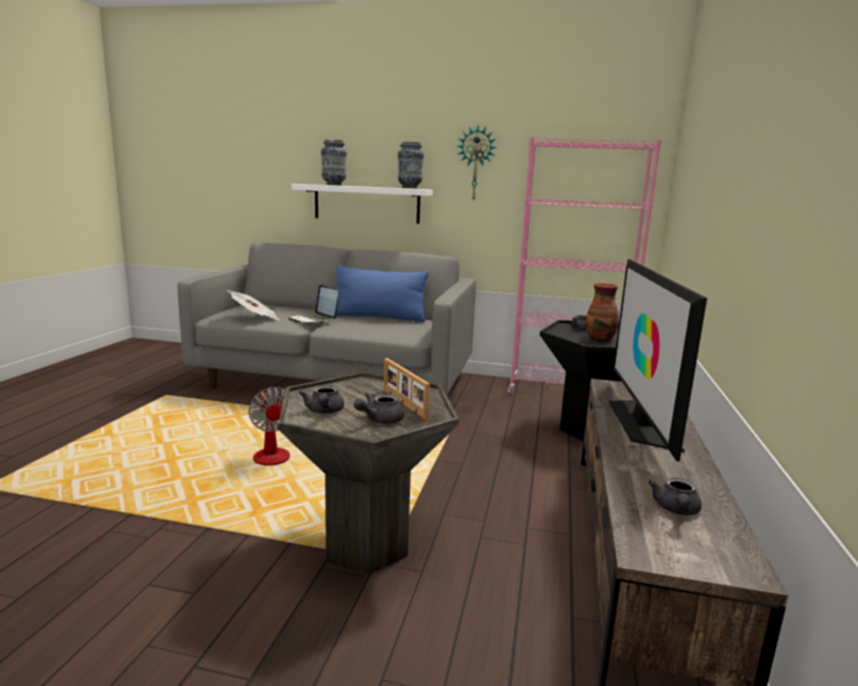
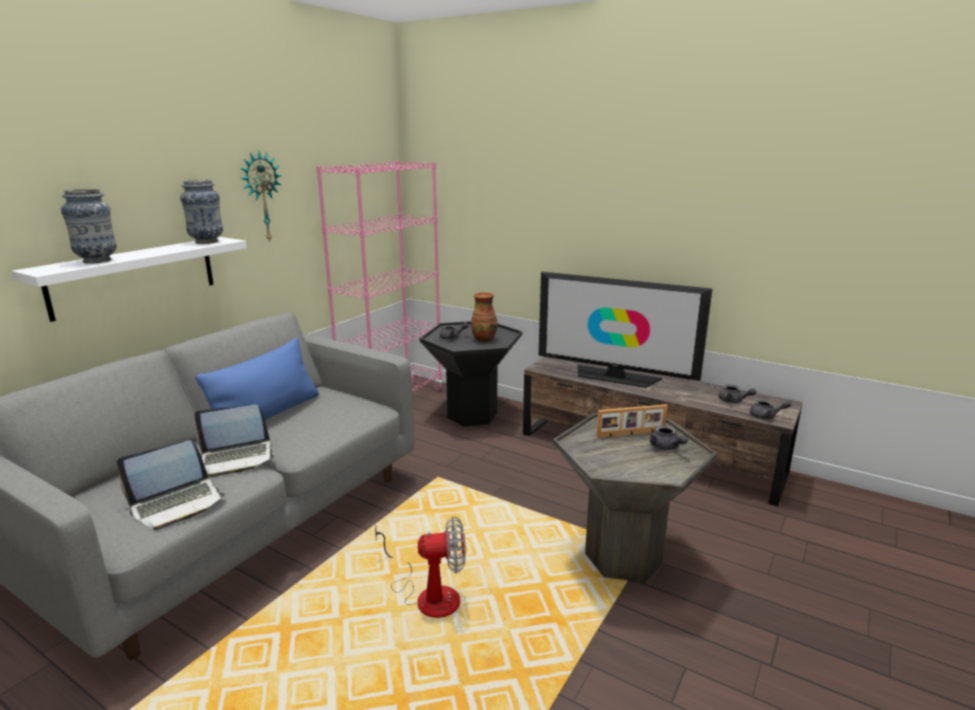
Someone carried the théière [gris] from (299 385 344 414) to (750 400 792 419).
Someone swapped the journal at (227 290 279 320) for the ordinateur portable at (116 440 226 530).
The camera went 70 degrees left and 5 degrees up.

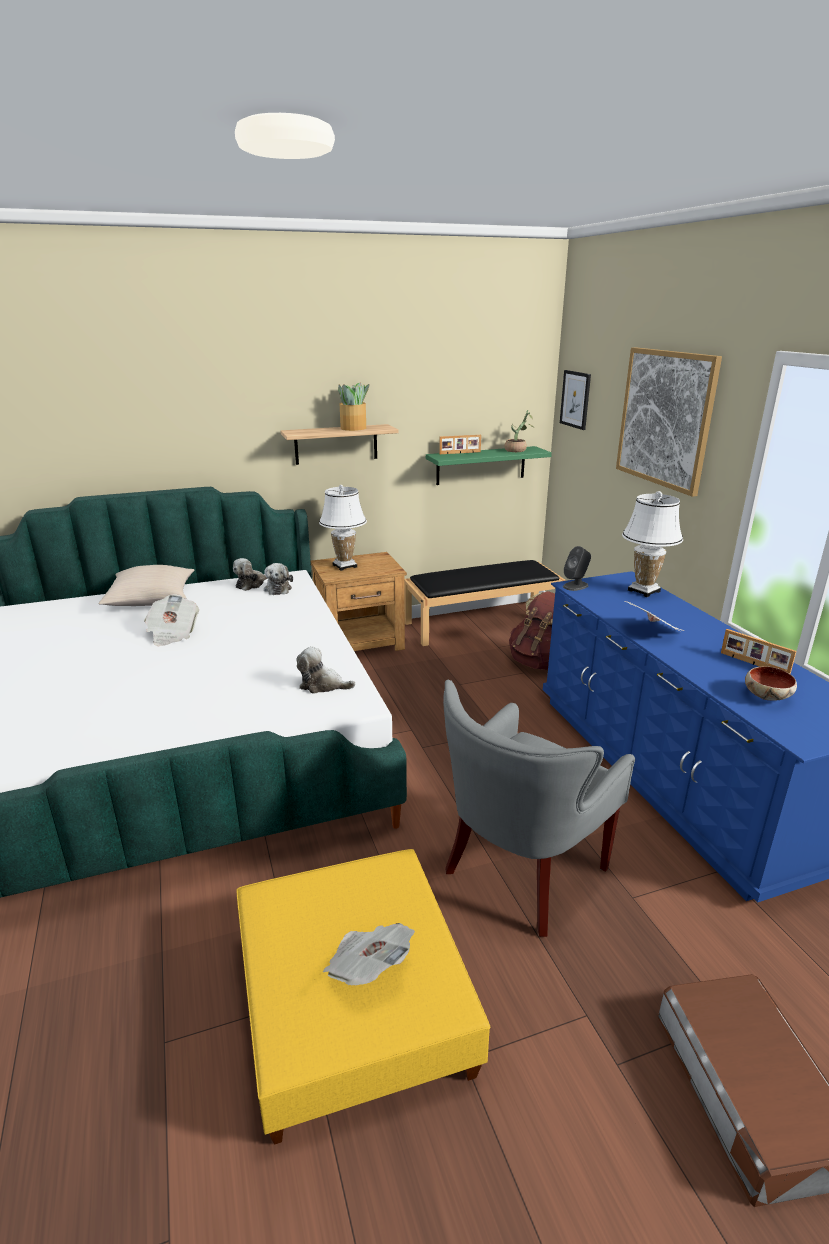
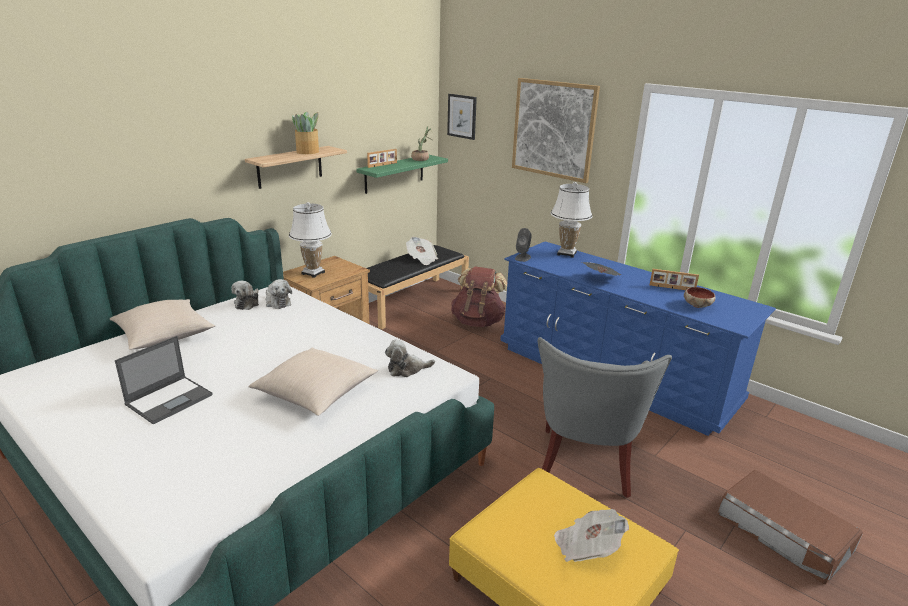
Someone put down the ordinateur portable at (115 336 213 425).
Someone put down the coussin [beige] at (248 347 378 416).
Someone carried the journal from (144 594 199 646) to (406 237 438 265).
The camera went 30 degrees left and 0 degrees up.

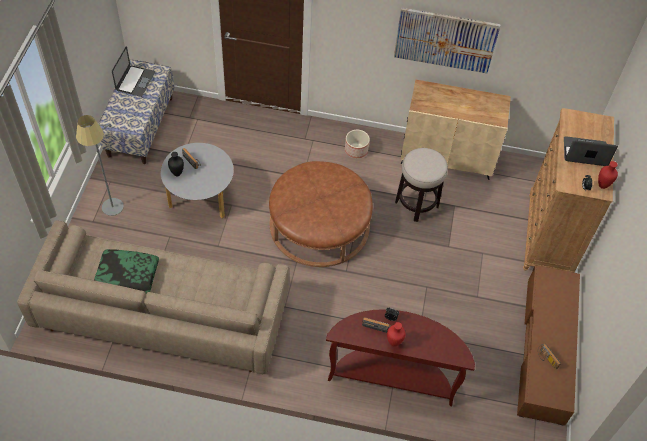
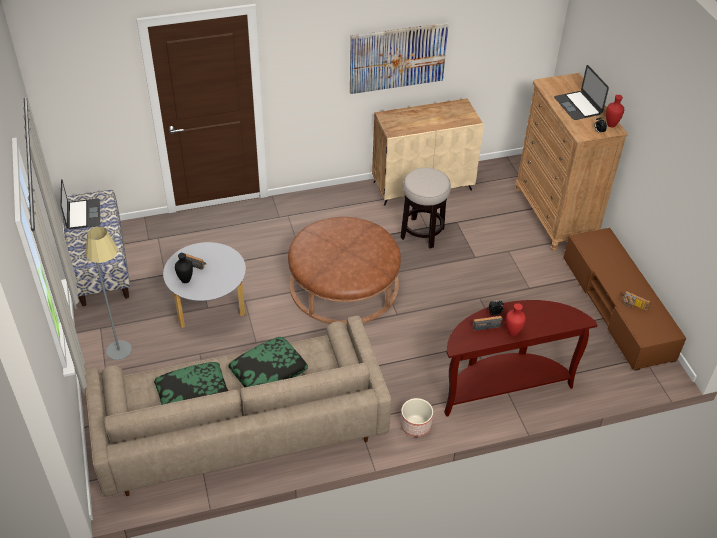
Someone put down the coussin at (228 337 308 387).
Someone carried the cache-pot from (345 130 370 158) to (400 398 433 437).
Someone rotated the ordinateur portable at (564 136 618 166) by 90 degrees counterclockwise.
The camera went 25 degrees left and 10 degrees down.

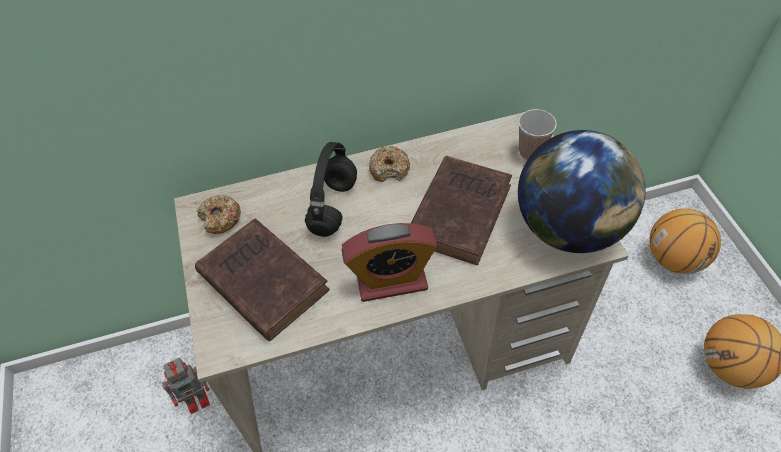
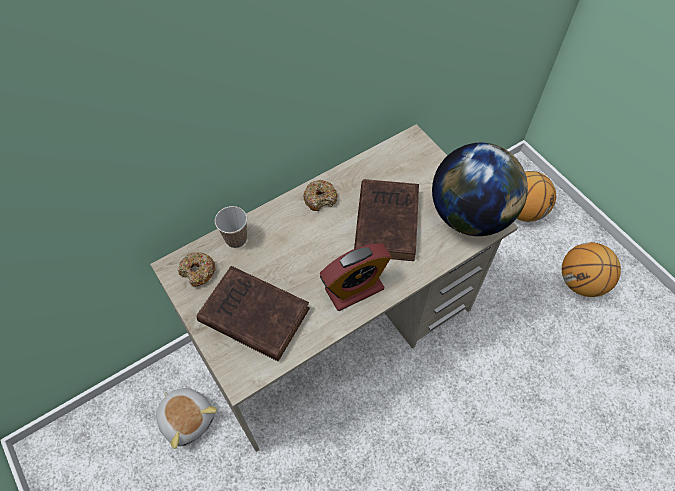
Someone took away the casque audio [noir] at (305 142 357 237).
Someone carried the tasse from (518 109 557 160) to (215 206 247 248).
Someone swapped the robot jouet at (162 358 210 414) for the peluche at (156 388 217 449).
The camera went 20 degrees left and 5 degrees up.

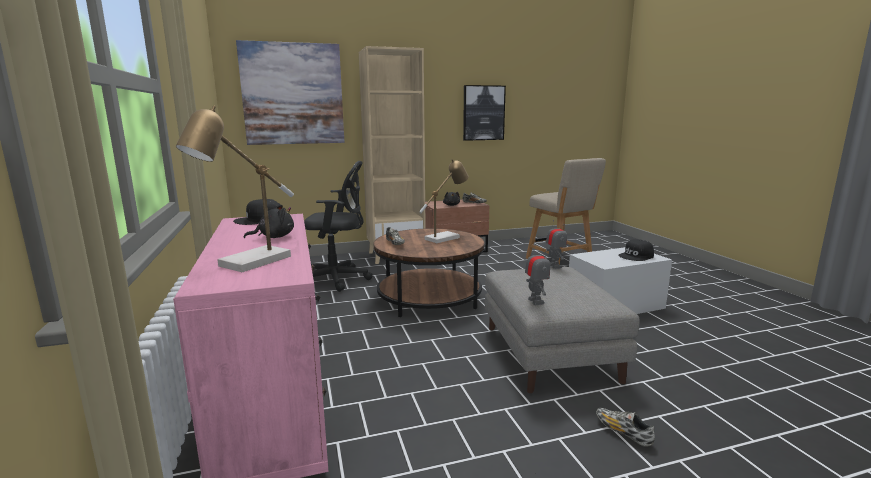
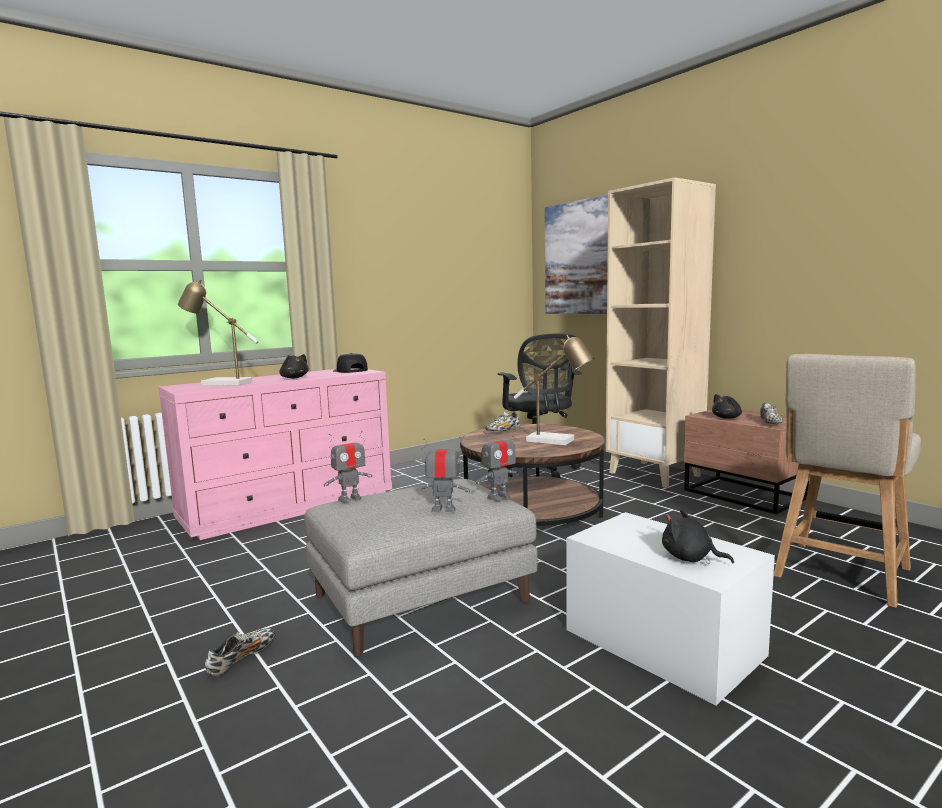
Someone took away the tableau at (463 85 506 141).
Someone put down the robot jouet at (416 437 470 512).
Someone swapped the casquette [noir] at (618 239 654 261) for the peluche [noir] at (662 509 734 564).
The camera went 70 degrees right and 5 degrees down.

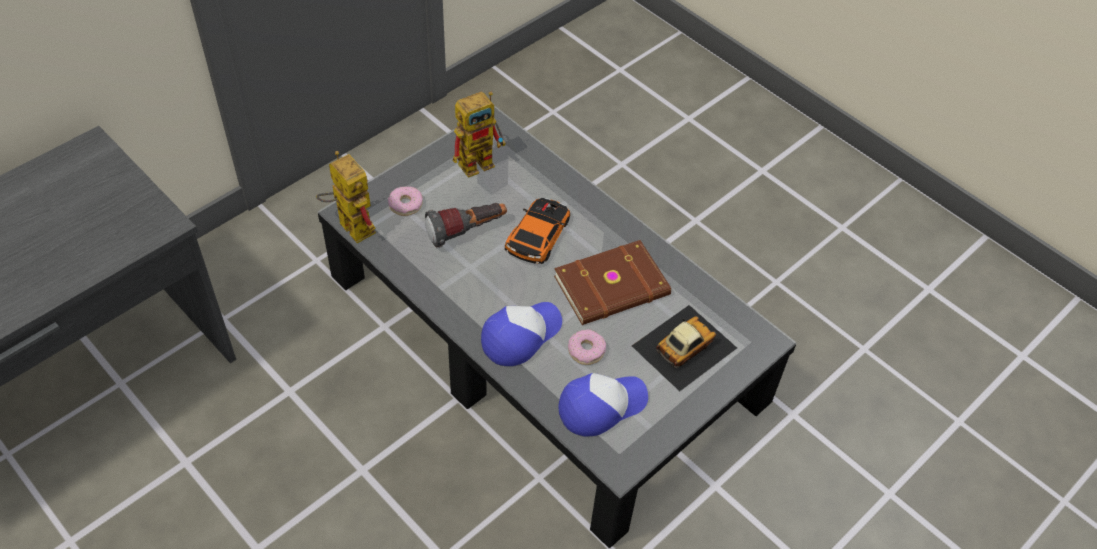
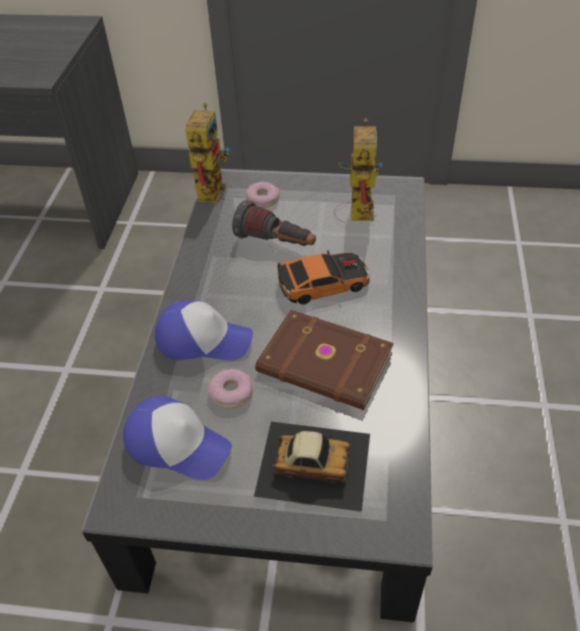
Someone rotated the robot jouet at (453 91 506 178) by 105 degrees counterclockwise.
The camera went 55 degrees right and 5 degrees down.

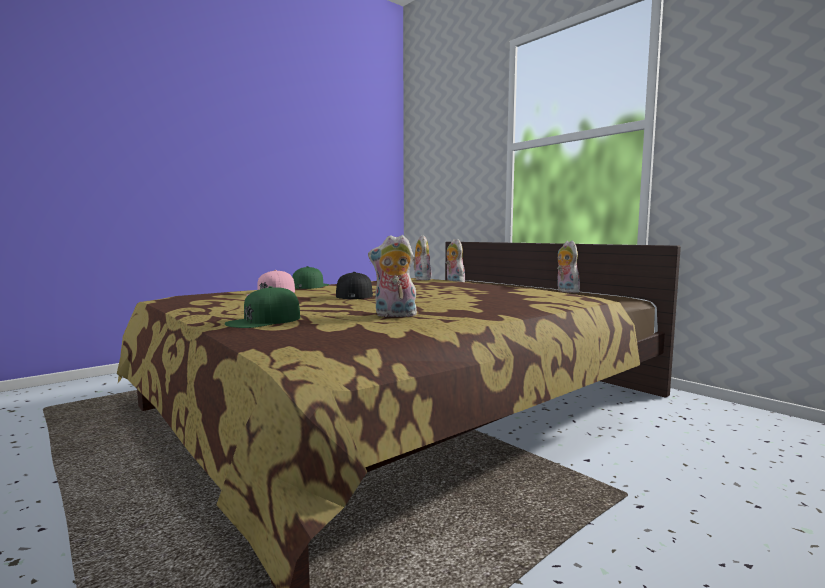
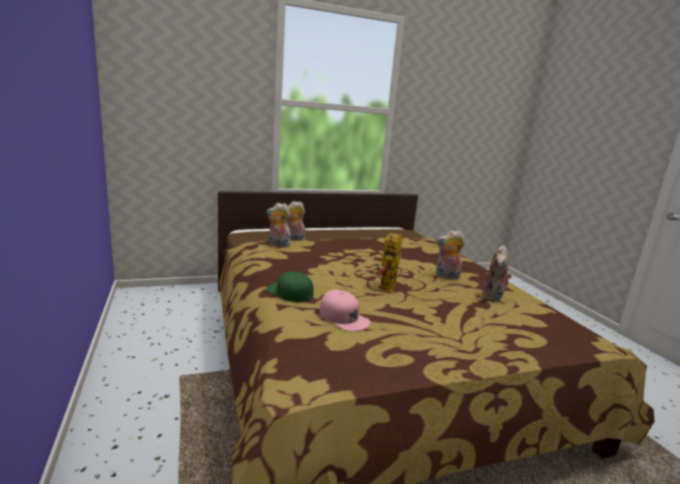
Someone took away the casquette [vert] at (225 286 300 328).
Someone carried the peluche from (557 241 580 293) to (436 230 465 280).
Someone swapped the casquette [noir] at (336 272 373 299) for the robot jouet at (376 233 403 291).
The camera went 70 degrees left and 10 degrees up.

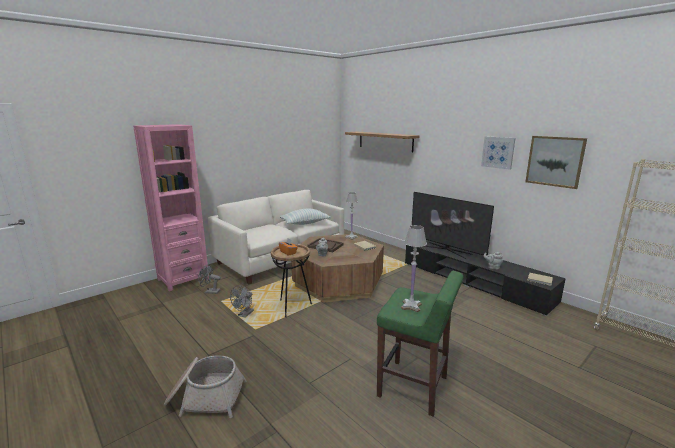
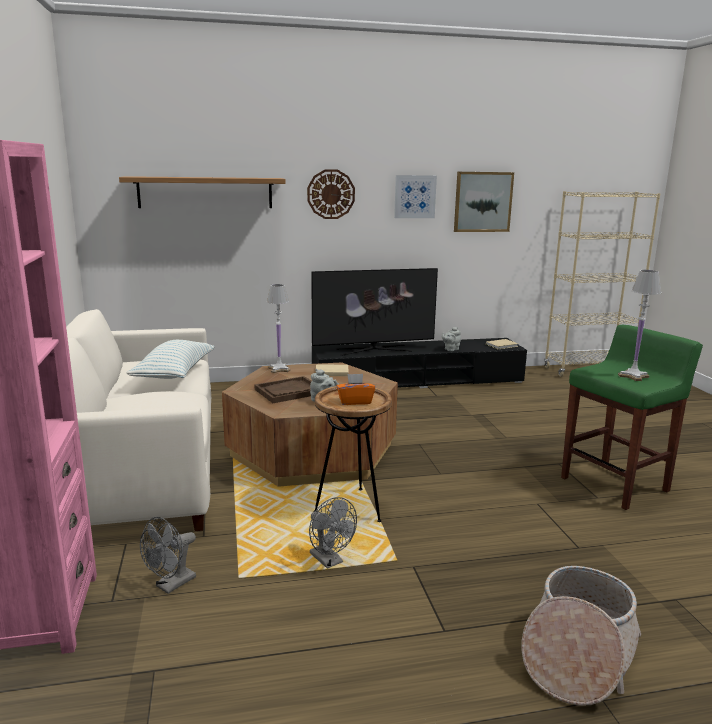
Someone put up the horloge murale at (307 169 355 219).
The camera went 60 degrees left and 0 degrees up.

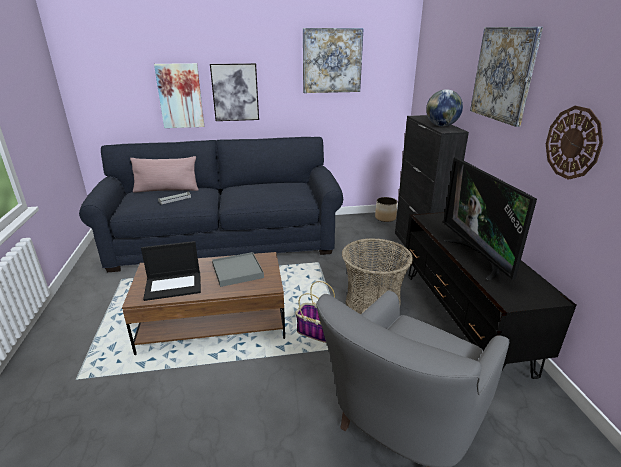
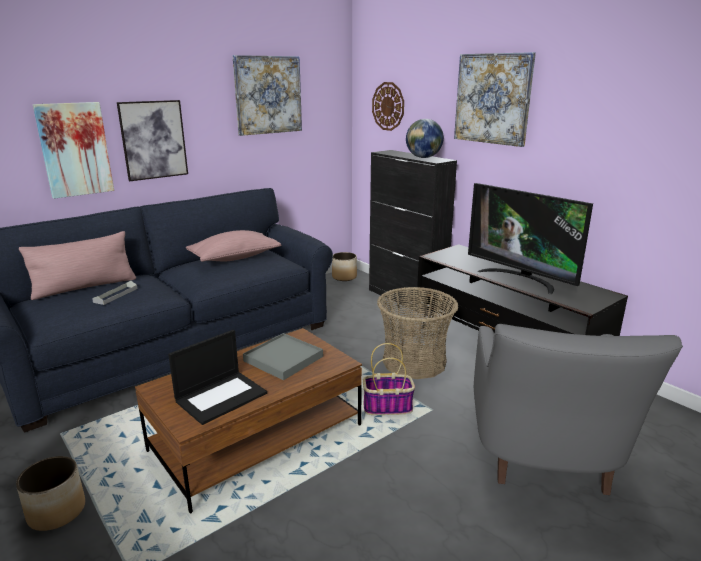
Someone put down the cache-pot at (16 456 85 531).
Someone put down the coussin [rose] at (186 230 281 262).
Someone carried the horloge murale from (546 106 603 180) to (372 82 404 131).
The camera went 30 degrees left and 5 degrees down.

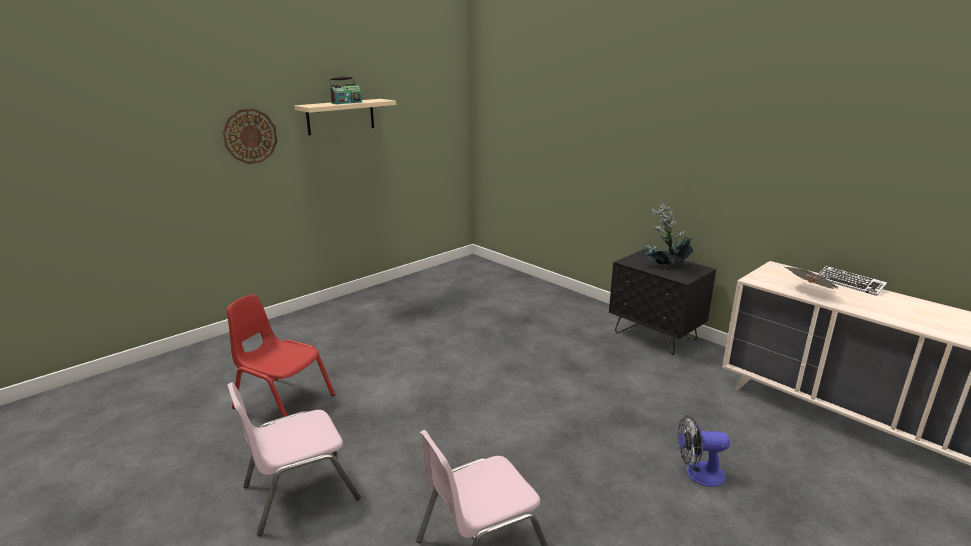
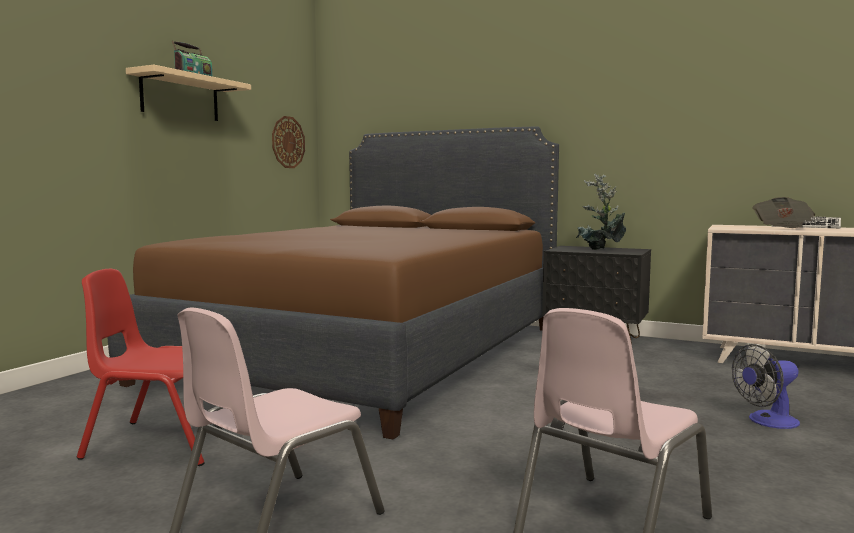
Someone put down the lit [marron] at (107 126 559 440).
Someone carried the horloge murale from (223 109 277 164) to (272 116 305 168).
The camera went 20 degrees left and 15 degrees down.

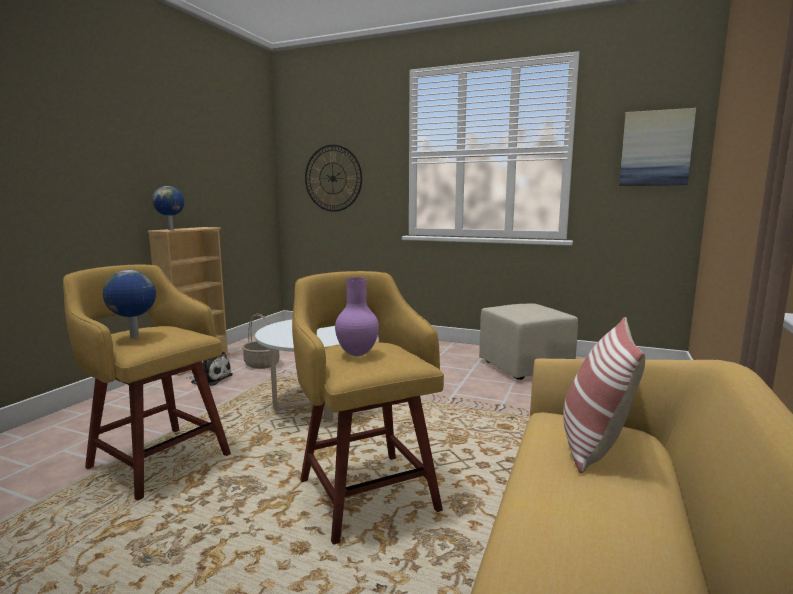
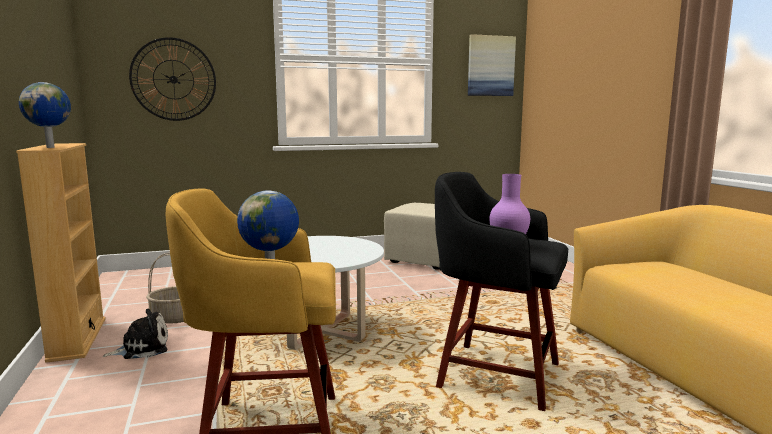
Someone took away the coussin at (563 317 645 473).
Someone repainted the tabouret [jaune] at (292 271 444 545), which became the tabouret [noir] at (435 172 568 411).
The camera went 40 degrees left and 0 degrees up.

